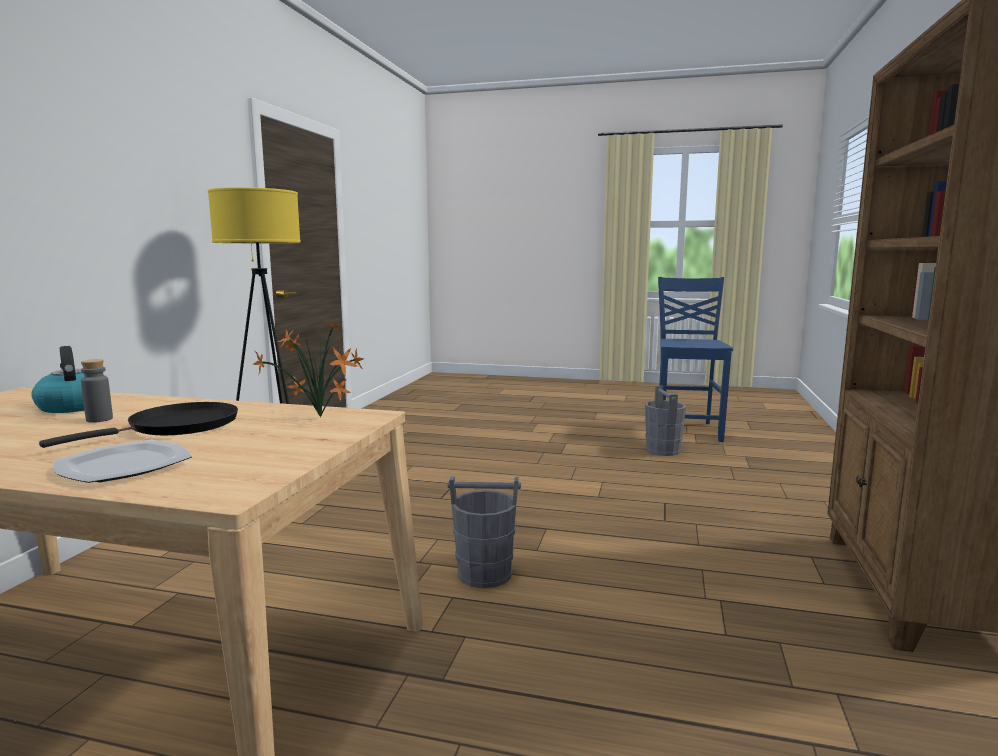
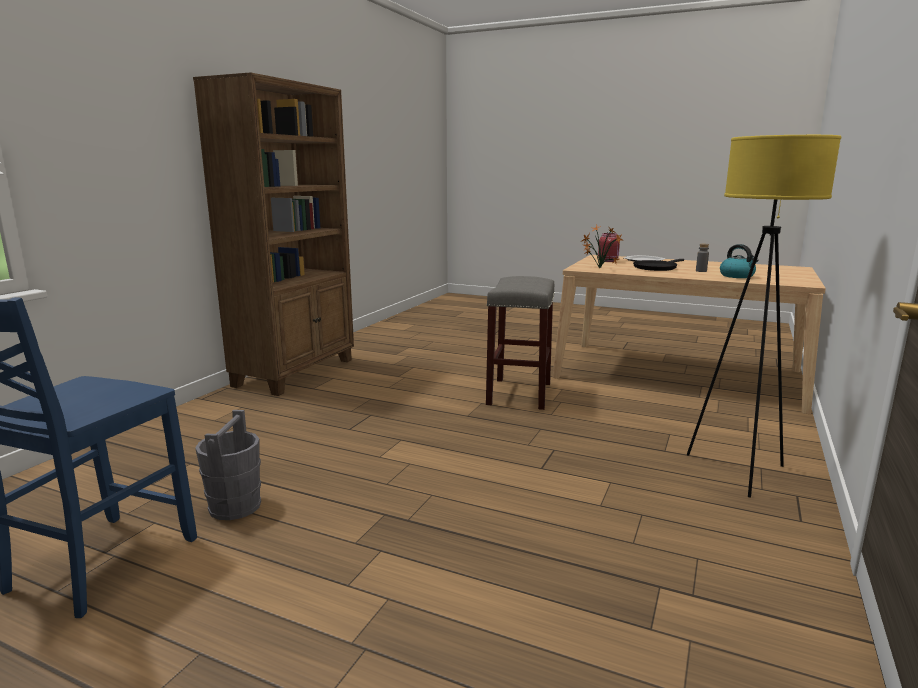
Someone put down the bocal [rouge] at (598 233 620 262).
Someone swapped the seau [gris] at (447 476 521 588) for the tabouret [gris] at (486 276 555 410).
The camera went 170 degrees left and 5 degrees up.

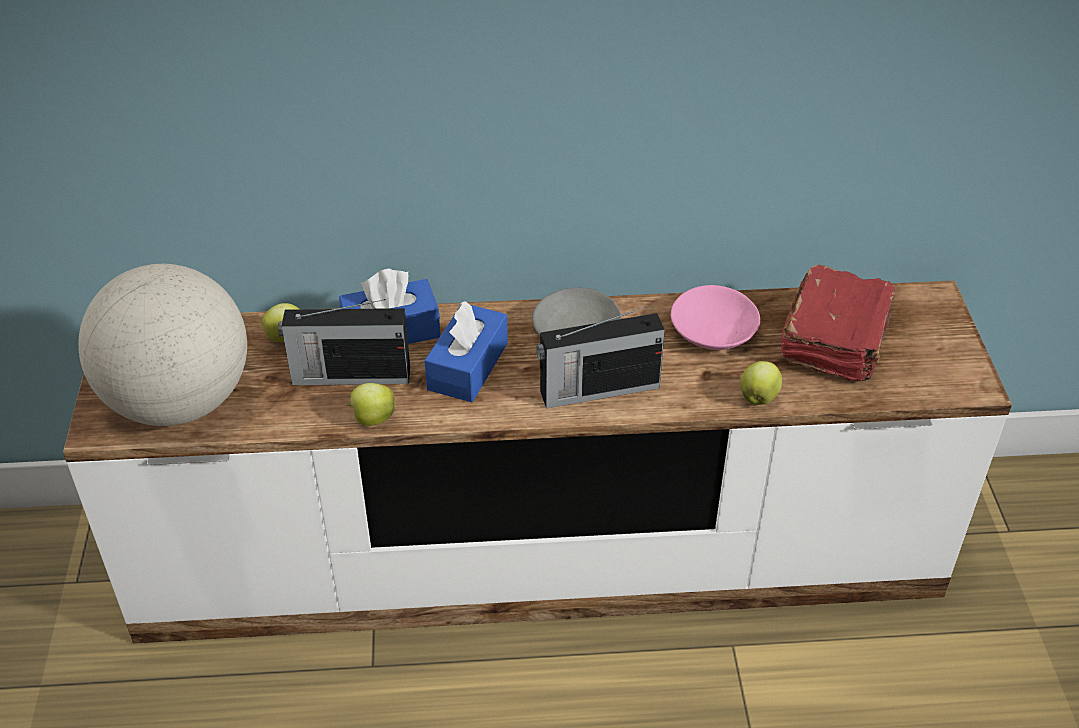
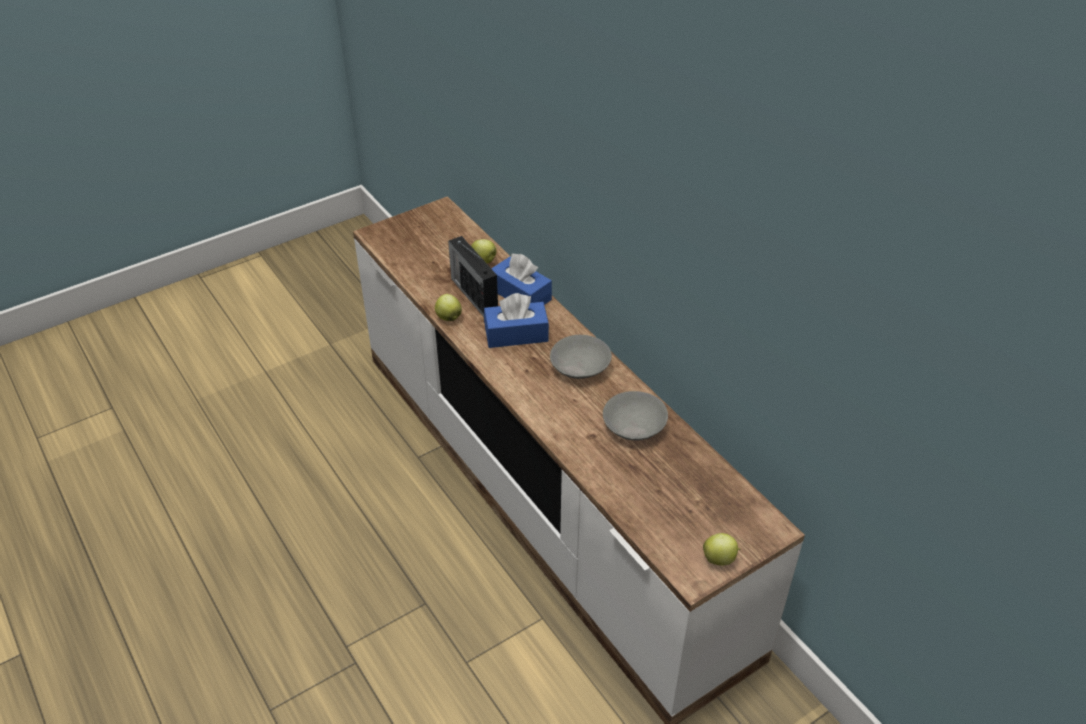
Someone took away the globe at (78 264 247 426).
Someone took away the radio at (536 306 665 408).
Someone took away the livre [rouge] at (781 265 896 381).
Someone carried the pomme from (741 361 782 405) to (703 533 741 566).
Someone repainted the bol [rose] at (671 285 760 350), which became the bol [gris] at (603 391 668 440).
The camera went 60 degrees right and 0 degrees up.

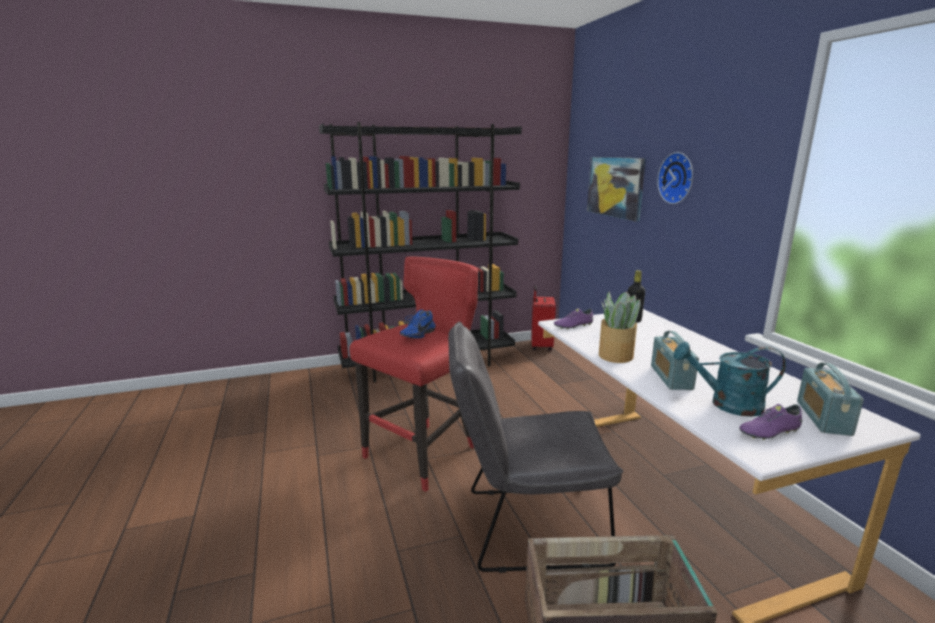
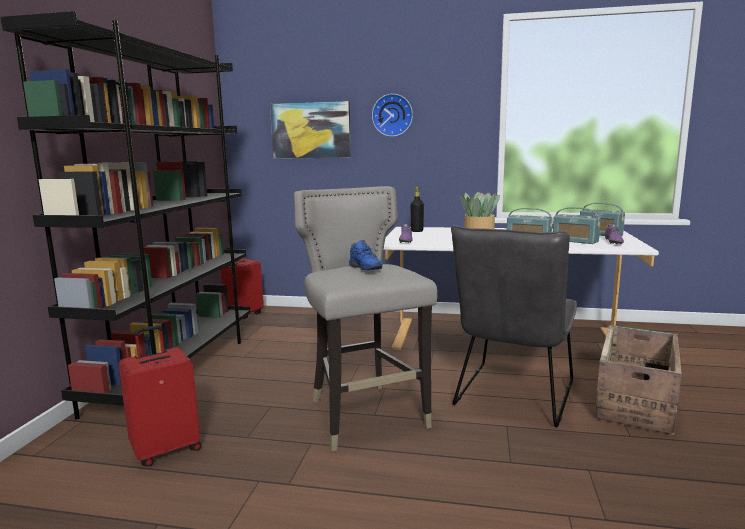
Someone put down the valise [rouge] at (118 325 201 467).
Someone swapped the arrosoir [turquoise] at (674 342 786 417) for the radio at (553 207 601 244).
Someone repainted the tabouret [rouge] at (349 257 478 492), which became the tabouret [gris] at (294 186 438 451).
The camera went 60 degrees left and 5 degrees down.

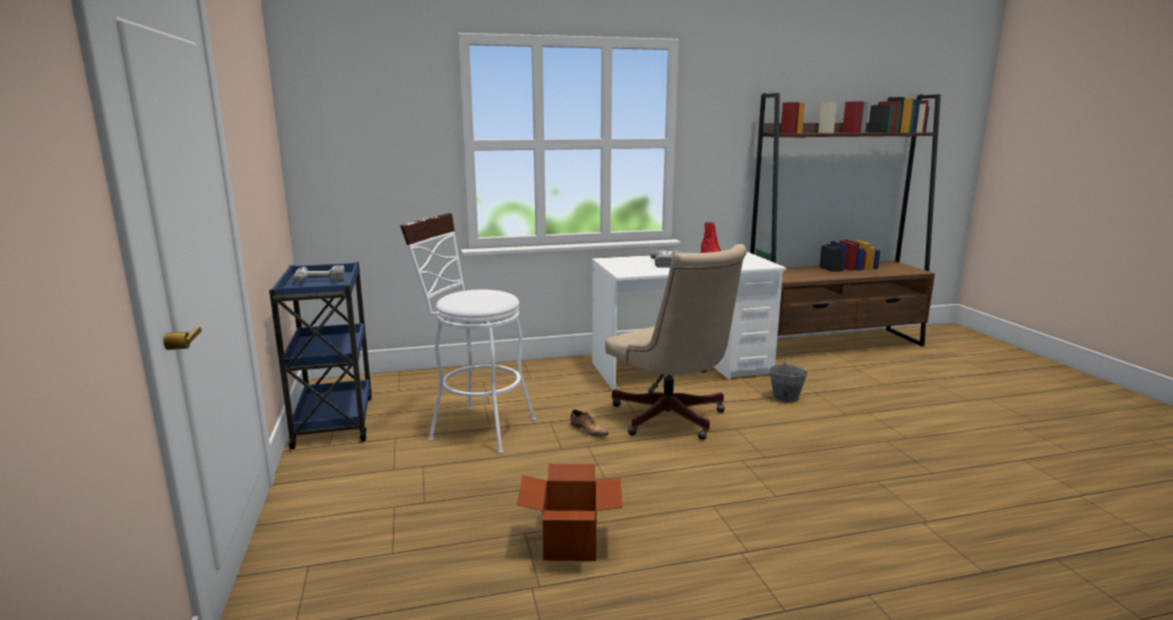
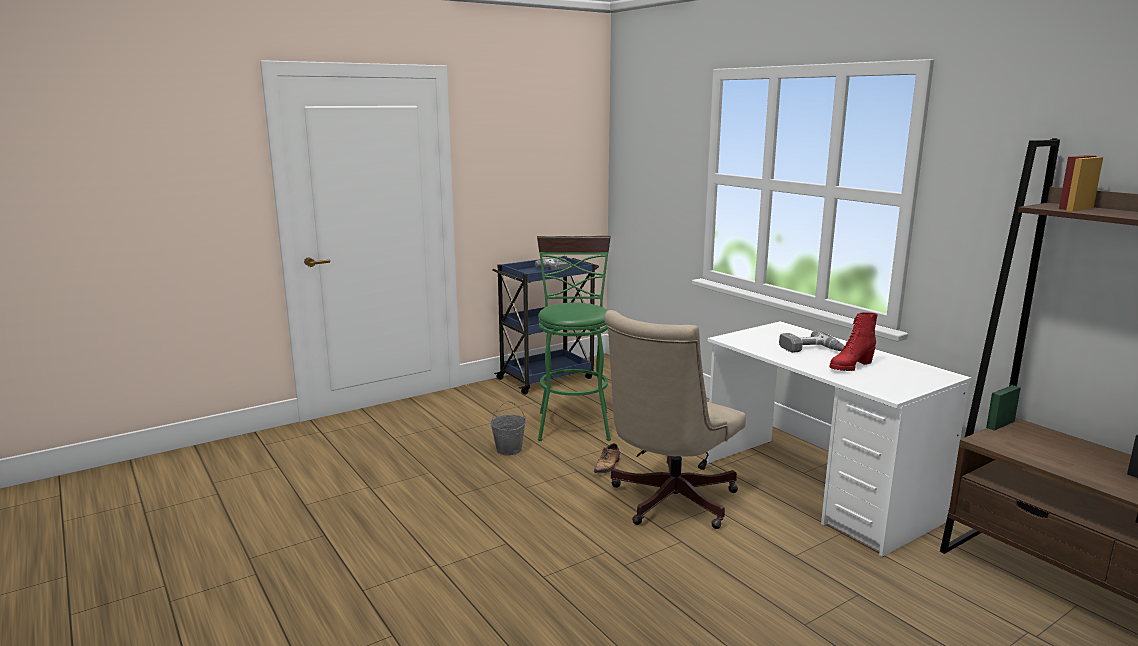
Someone took away the carton at (517 464 623 561).
Someone carried the seau [gris] from (769 351 808 403) to (490 401 526 456).
Someone repainted the tabouret [blanc] at (400 213 536 454), which became the tabouret [vert] at (537 236 611 441).
The camera went 70 degrees right and 0 degrees up.

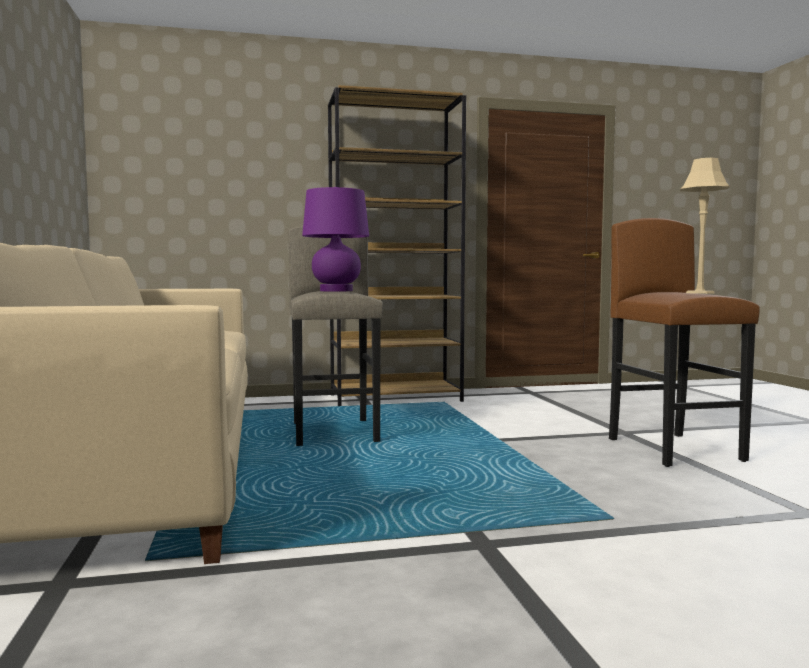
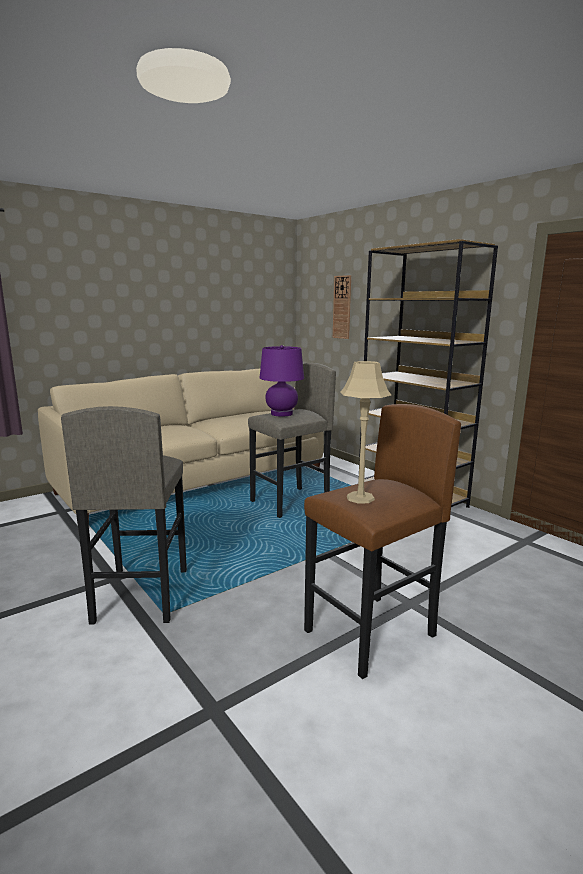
Someone put down the tabouret [gris] at (61 406 187 624).
Someone put up the horloge murale at (333 275 351 339).
The camera went 65 degrees right and 10 degrees up.

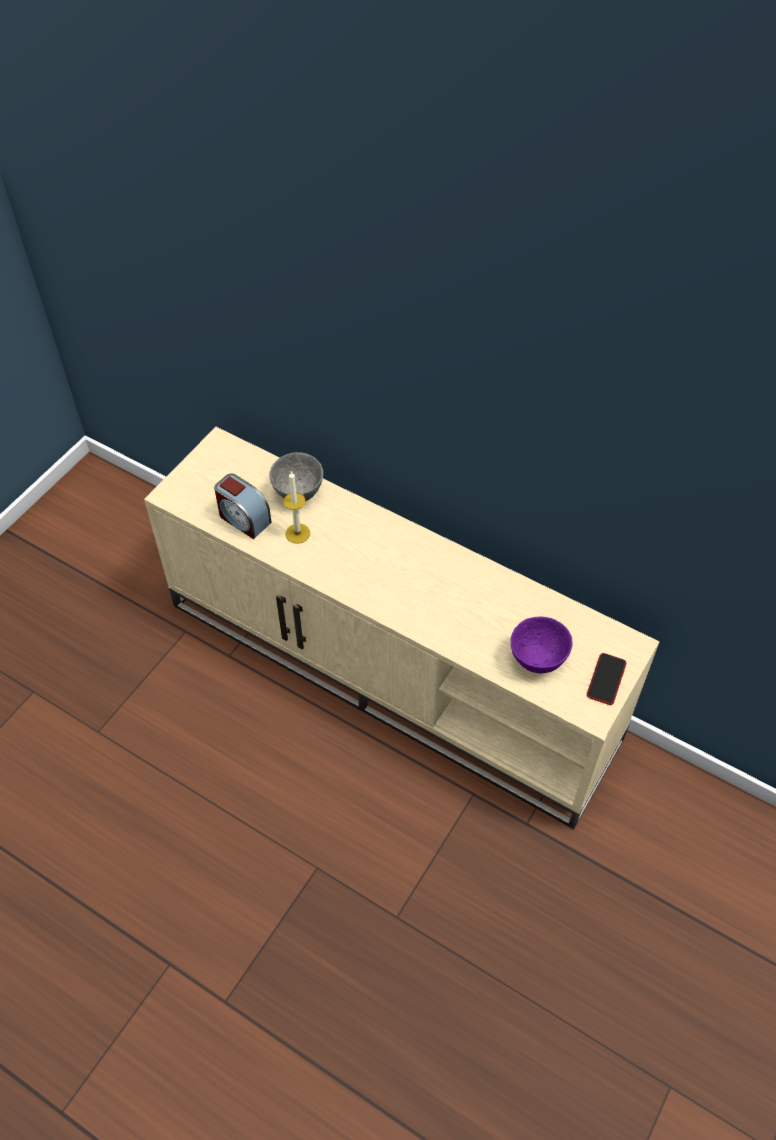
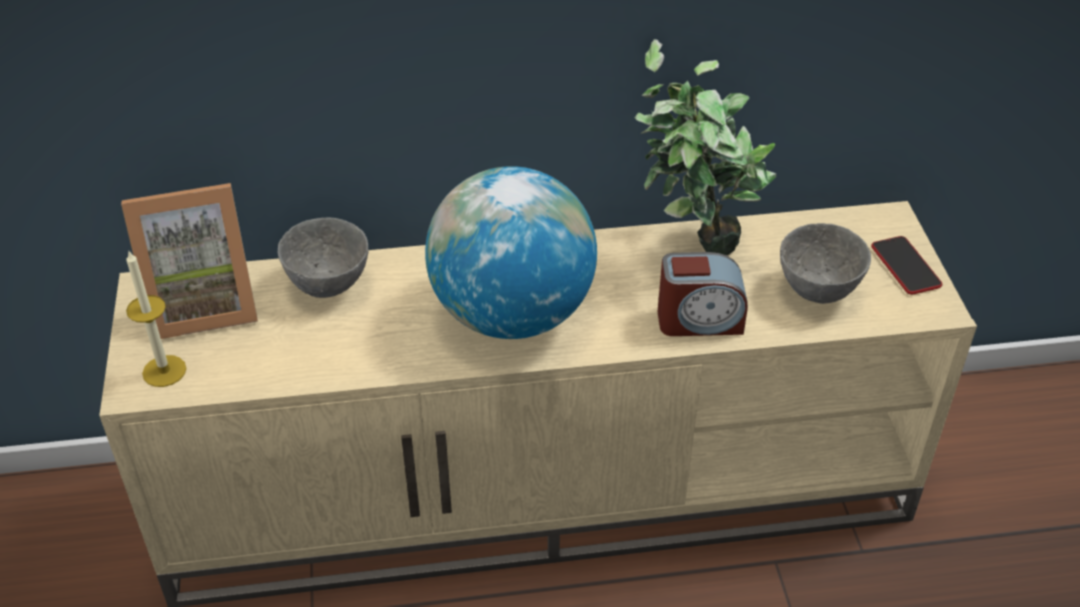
Someone put down the cadre photo at (121 183 258 339).
Someone put down the globe at (425 166 597 339).
Someone put down the plante en pot at (635 39 776 255).
Someone carried the réveil from (214 474 271 539) to (658 252 748 336).
Someone carried the bougie from (283 472 310 544) to (126 251 186 387).
Someone repainted the bol [violet] at (510 617 572 674), which became the bol [gris] at (780 223 871 304).
The camera went 40 degrees left and 10 degrees down.

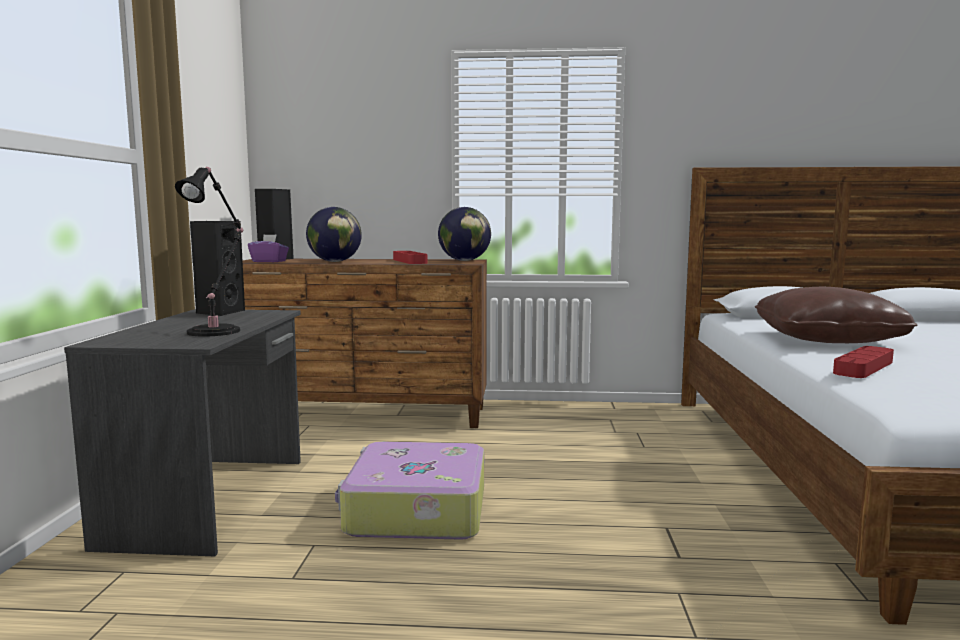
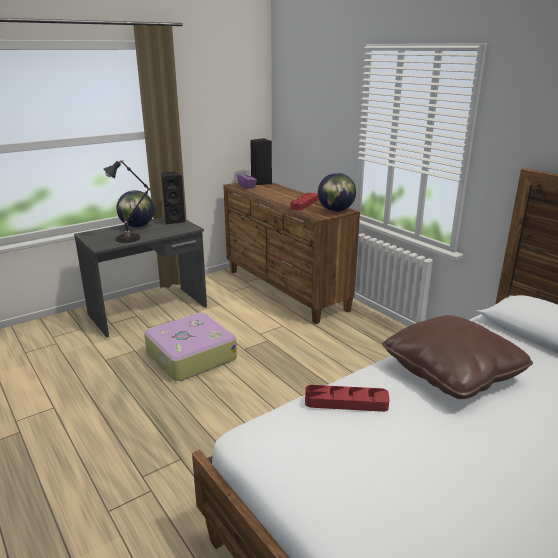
Someone carried the globe from (306 207 362 262) to (116 190 154 227).
The camera went 50 degrees right and 15 degrees up.

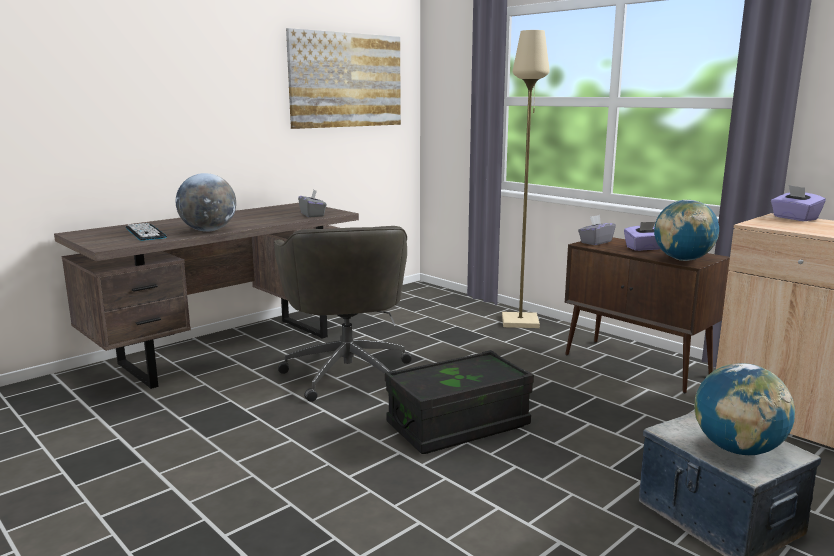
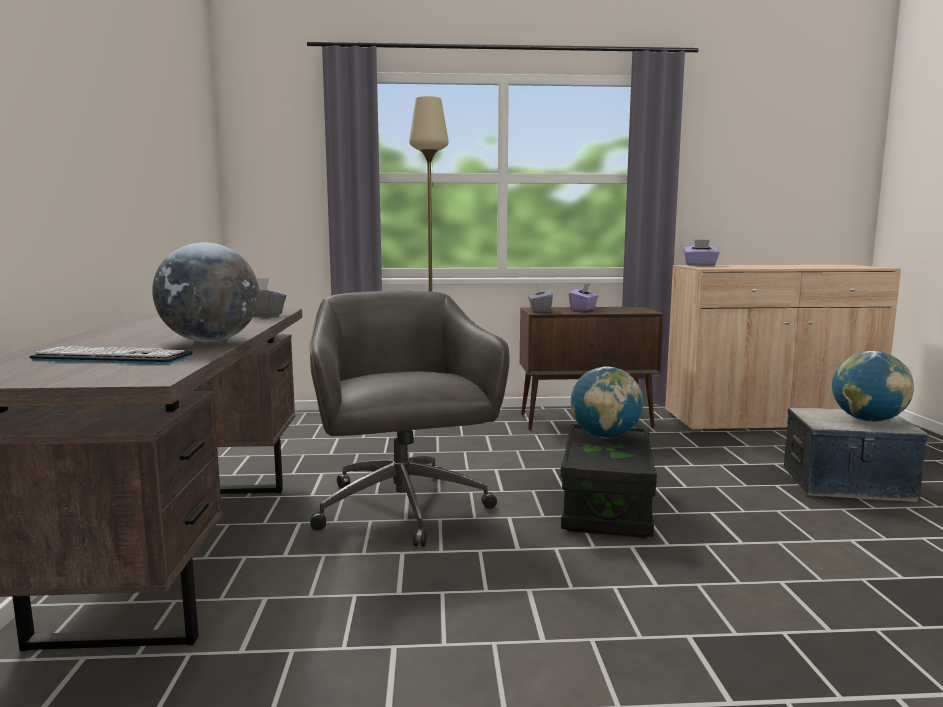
Someone took away the tableau at (286 28 401 129).
Someone carried the globe from (654 200 719 261) to (571 367 643 439).
Someone rotated the chaise de bureau [gris] at (274 226 412 402) by 135 degrees counterclockwise.
The camera went 50 degrees left and 5 degrees down.

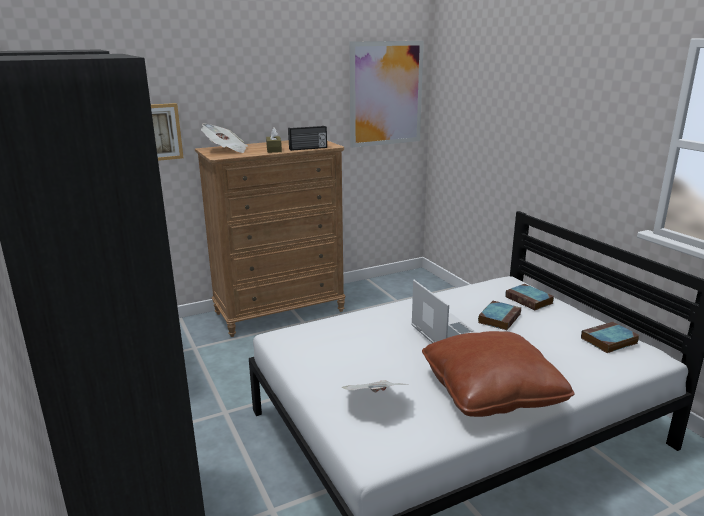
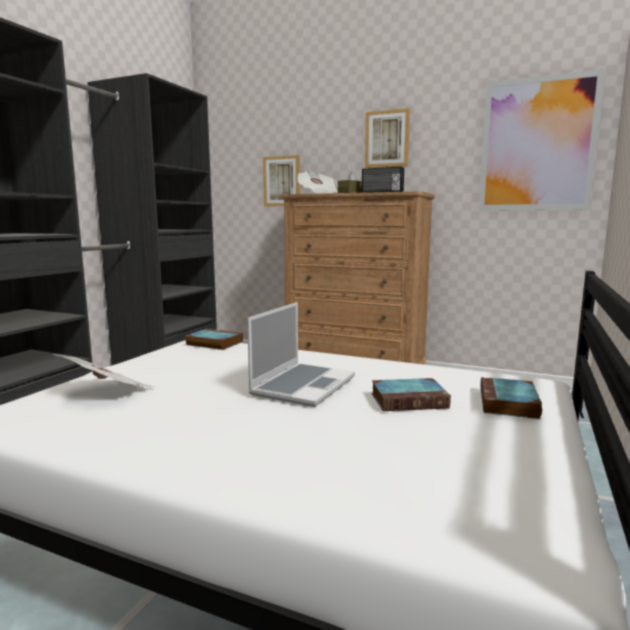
Someone took away the coussin [marron] at (422 331 575 417).
Someone put up the tableau at (365 108 410 168).
Someone carried the livre from (581 322 639 353) to (185 329 243 350).
The camera went 50 degrees right and 10 degrees down.

